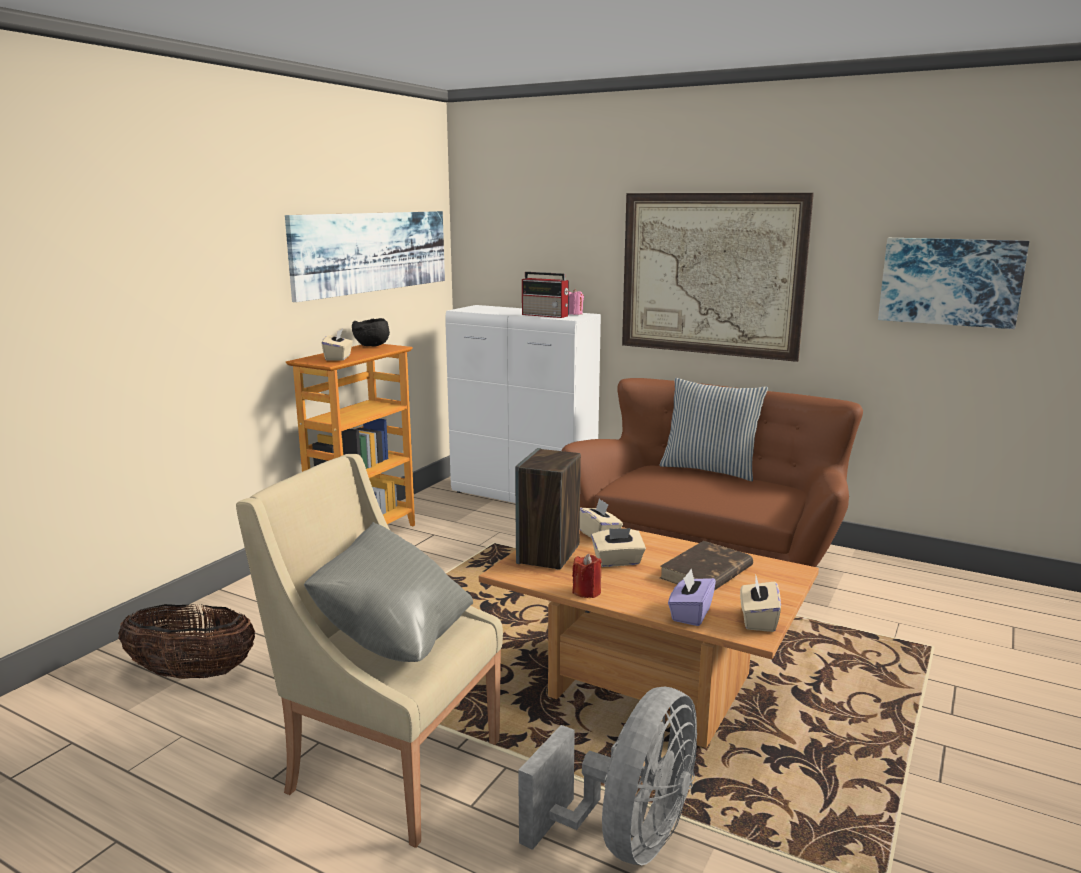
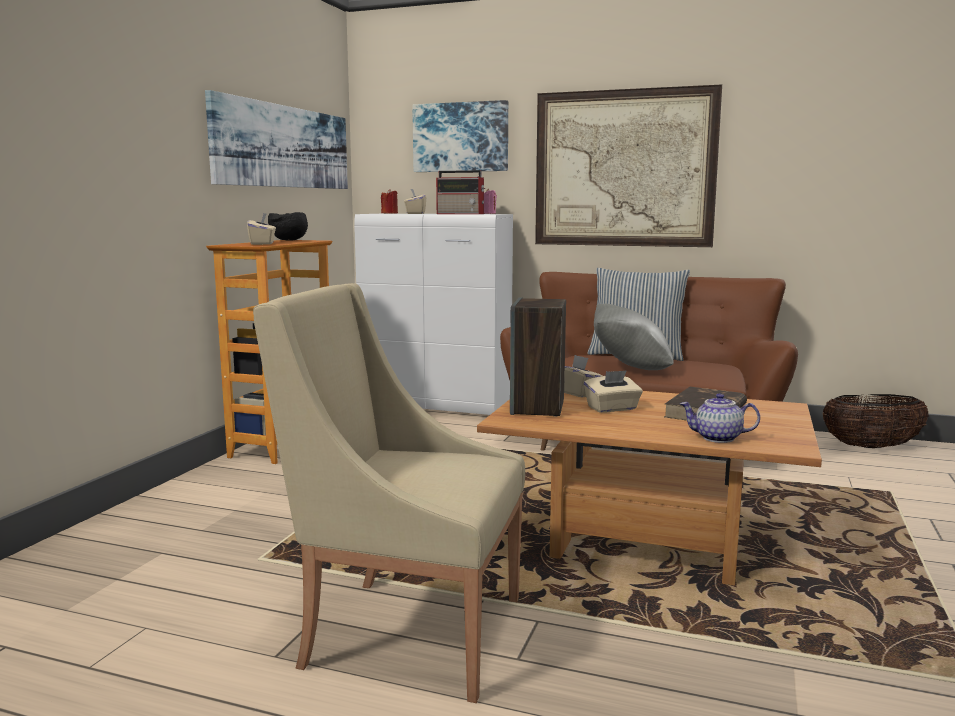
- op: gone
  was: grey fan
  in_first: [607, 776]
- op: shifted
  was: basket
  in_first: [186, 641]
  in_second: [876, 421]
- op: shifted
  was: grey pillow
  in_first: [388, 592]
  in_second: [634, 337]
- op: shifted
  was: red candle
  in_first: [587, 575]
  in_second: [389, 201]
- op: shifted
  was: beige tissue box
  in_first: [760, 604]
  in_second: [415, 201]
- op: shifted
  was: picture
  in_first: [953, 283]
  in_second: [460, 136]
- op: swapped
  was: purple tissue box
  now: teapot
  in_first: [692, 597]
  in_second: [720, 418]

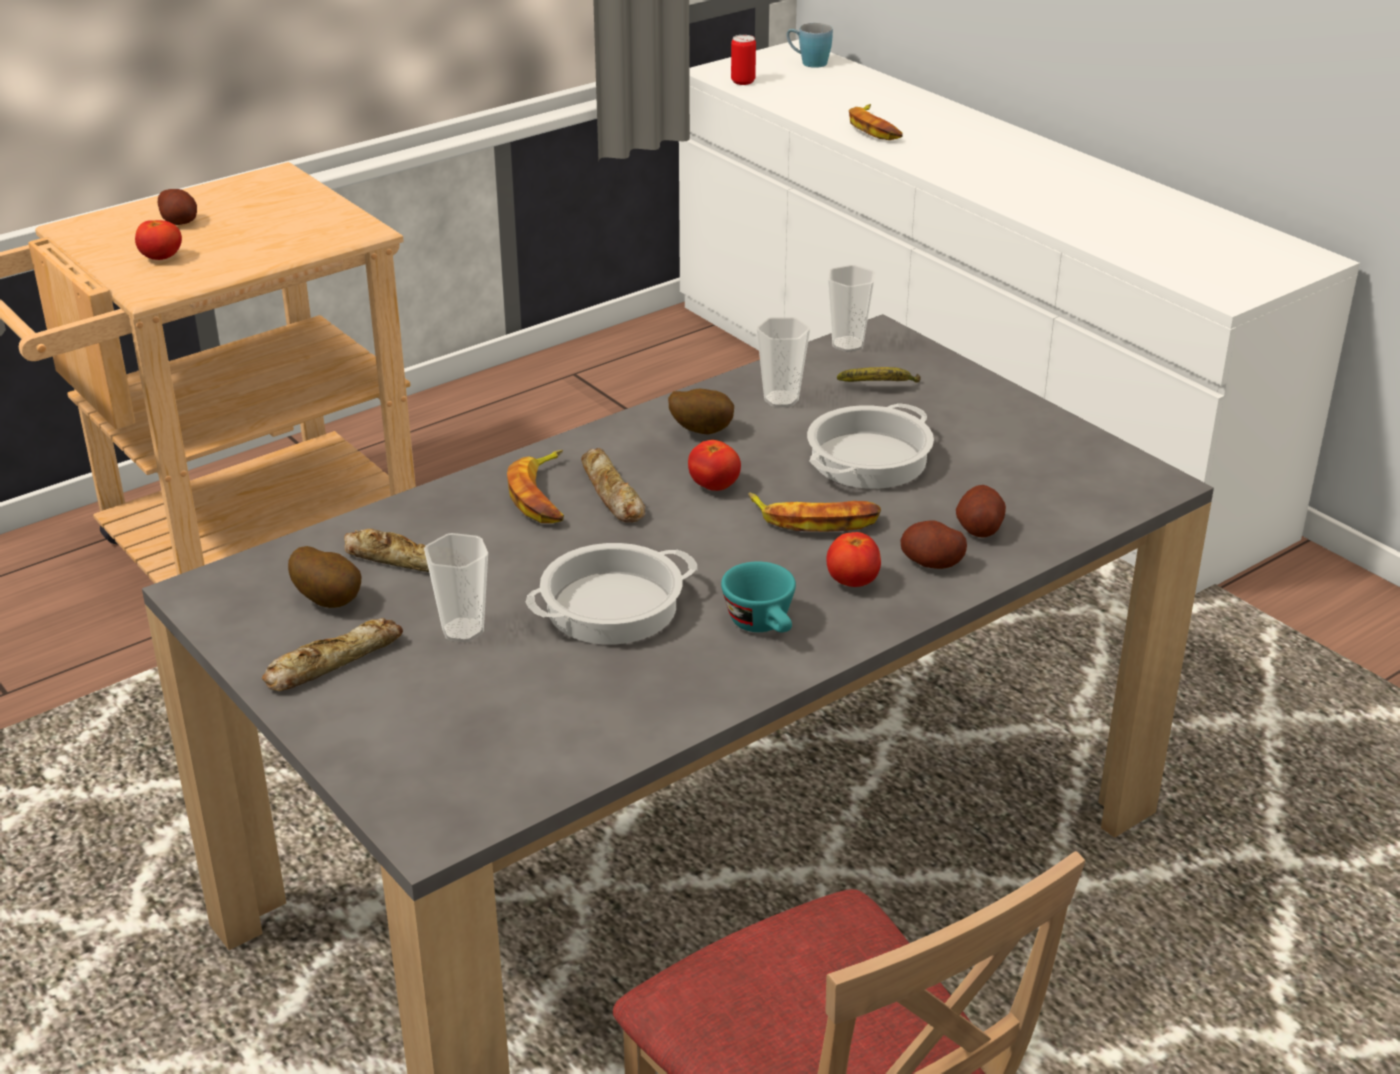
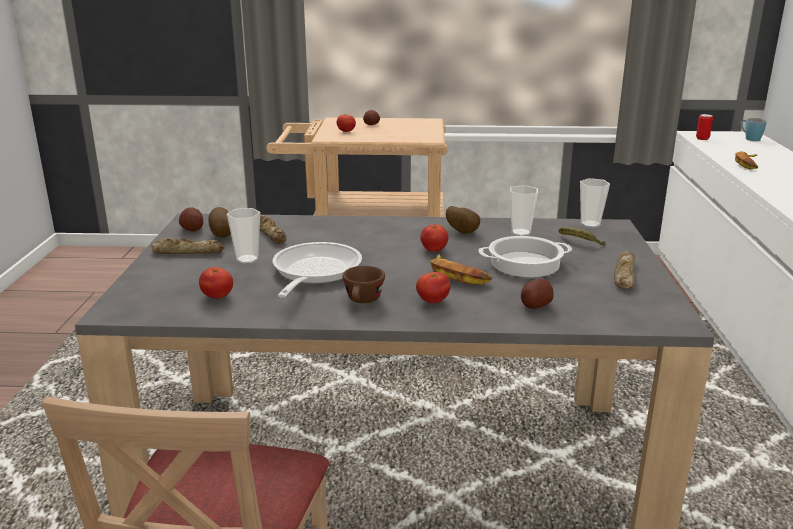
- op: gone
  was: banana
  in_first: [535, 486]
- op: new
  now: tomato
  in_second: [216, 283]
- op: shifted
  was: bread
  in_first: [613, 485]
  in_second: [624, 270]
- op: shifted
  was: potato
  in_first: [934, 545]
  in_second: [191, 219]
- op: swapped
  was: cooking pot
  now: frying pan
  in_first: [611, 594]
  in_second: [317, 270]
- op: repainted
  was: turquoise cup
  now: brown cup
  in_first: [758, 597]
  in_second: [363, 284]

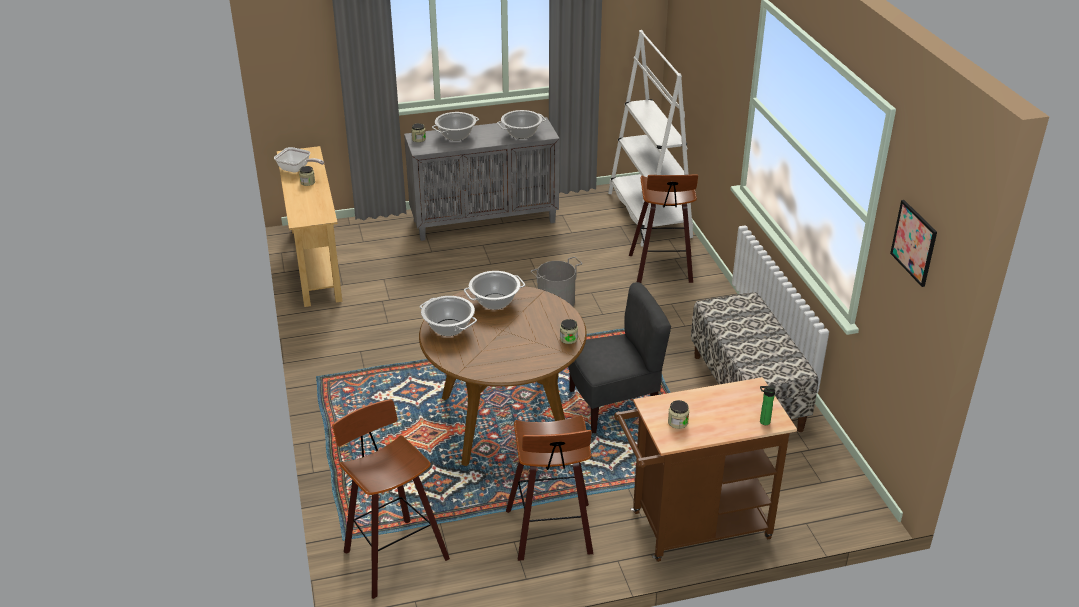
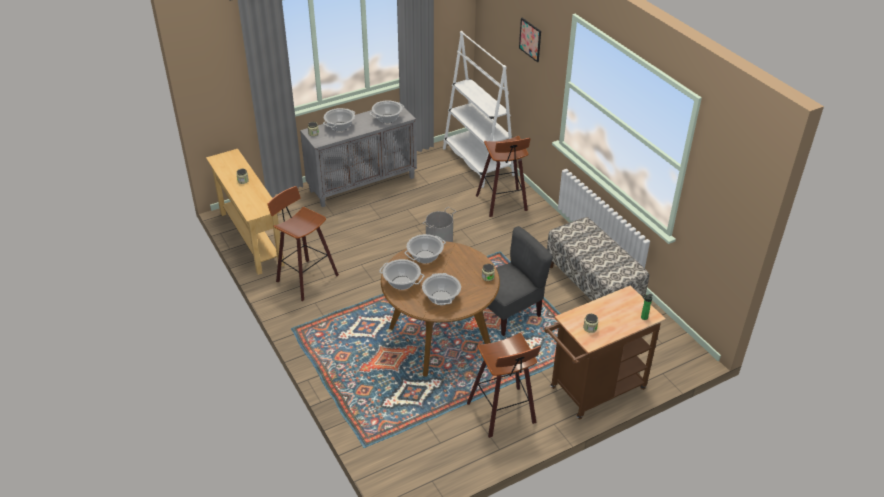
- op: gone
  was: frying pan
  in_first: [299, 160]
- op: new
  now: cooking pot
  in_second: [441, 289]
- op: shifted
  was: stool
  in_first: [391, 499]
  in_second: [303, 243]
- op: shifted
  was: picture
  in_first: [913, 243]
  in_second: [530, 40]

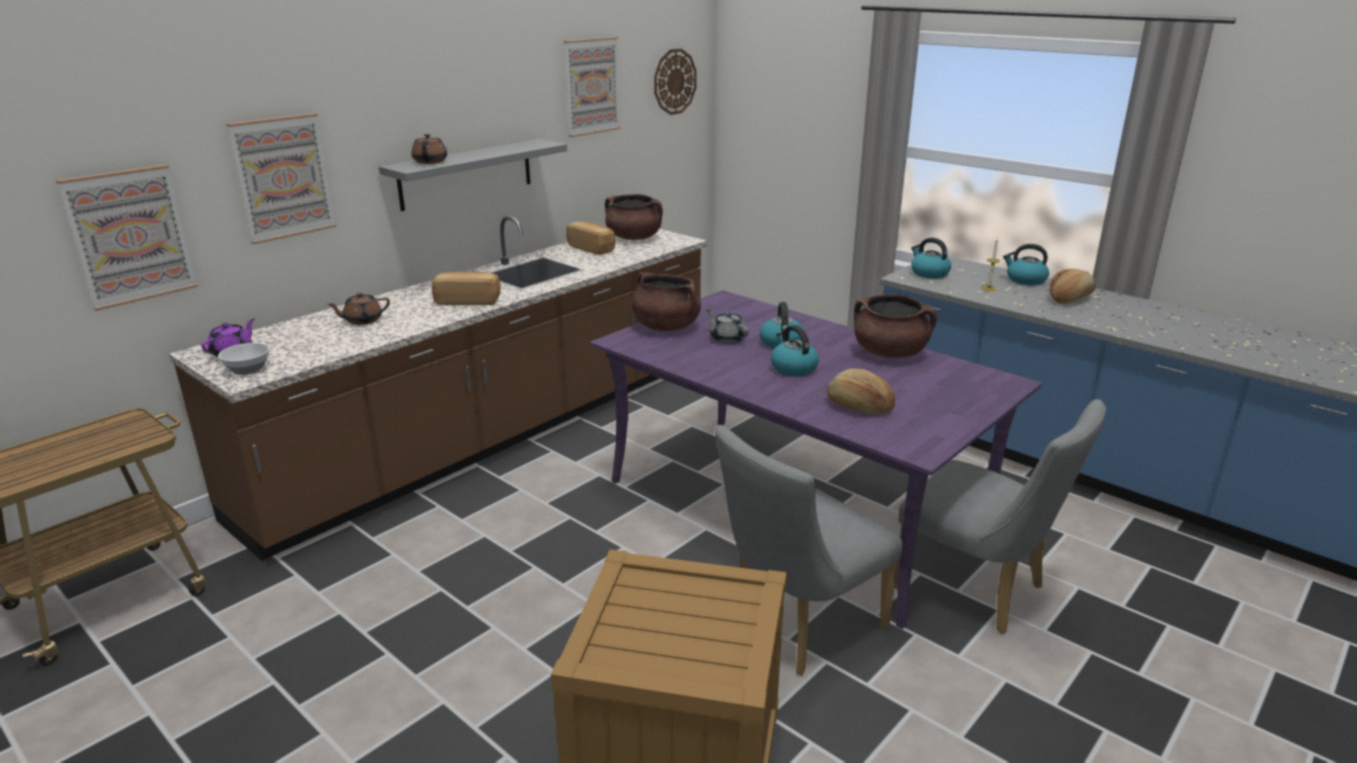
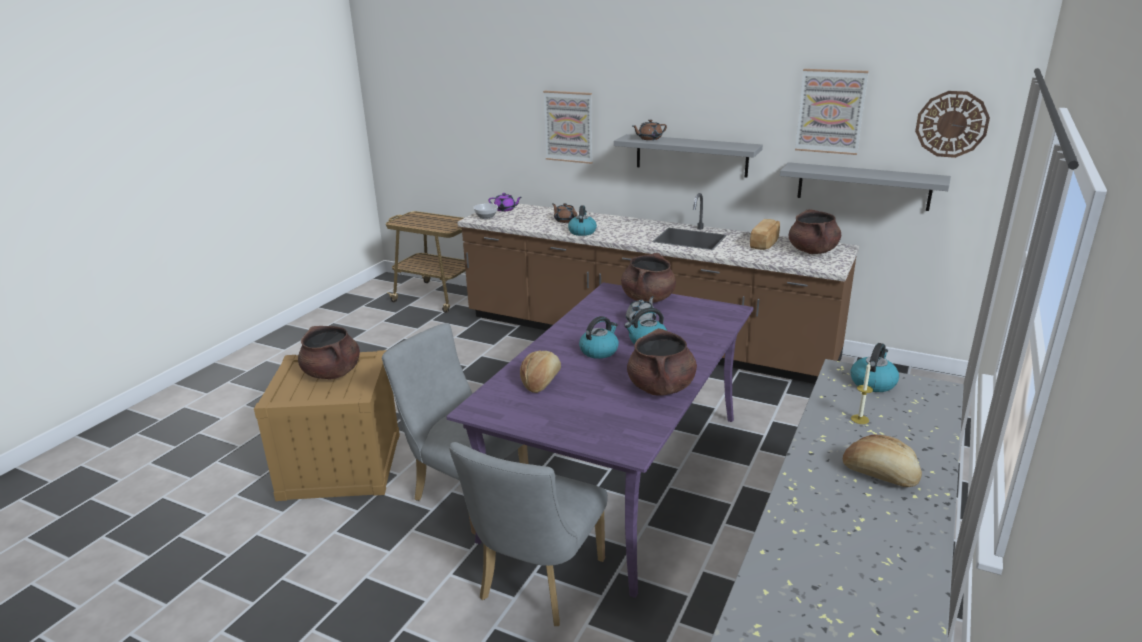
- op: gone
  was: picture
  in_first: [127, 237]
- op: gone
  was: bread
  in_first: [466, 288]
- op: new
  now: brown cooking pot
  in_second: [329, 353]
- op: new
  now: grey shelf
  in_second: [865, 186]
- op: shifted
  was: kettle
  in_first: [1026, 264]
  in_second: [582, 220]

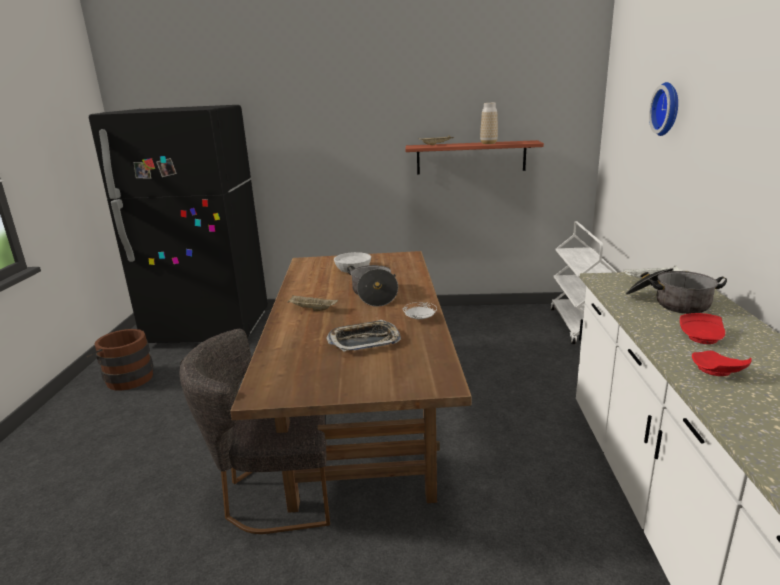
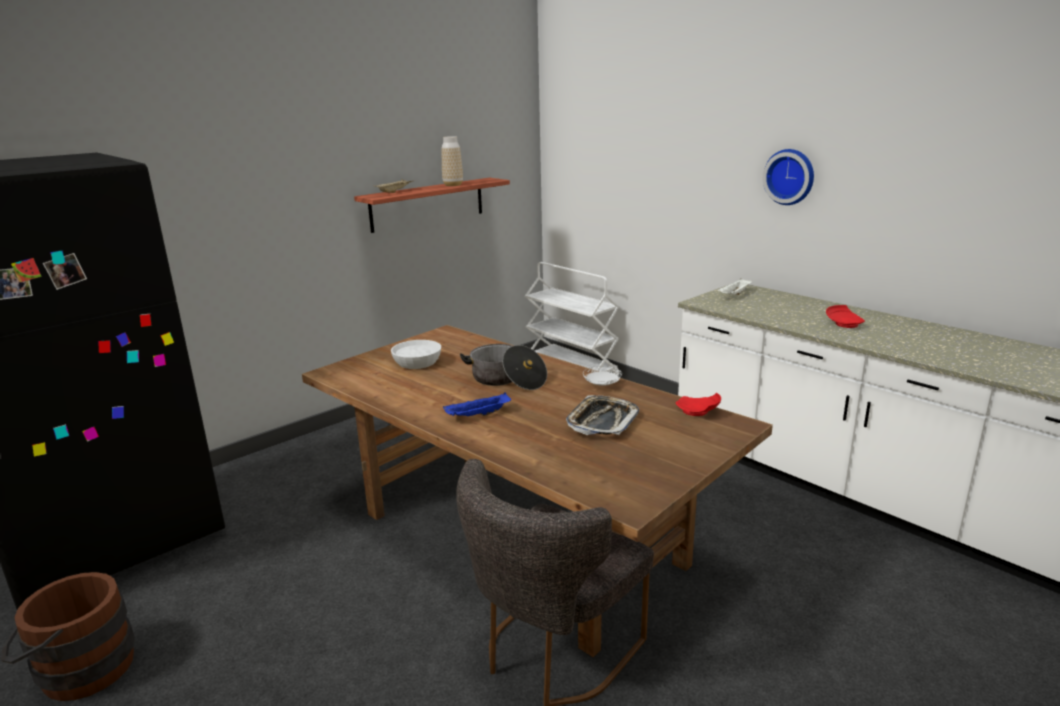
- op: gone
  was: cooking pot
  in_first: [676, 291]
- op: shifted
  was: wall clock
  in_first: [663, 109]
  in_second: [788, 177]
- op: shifted
  was: red plate
  in_first: [722, 363]
  in_second: [698, 404]
- op: repainted
  was: beige tray
  now: blue tray
  in_first: [312, 303]
  in_second: [477, 404]

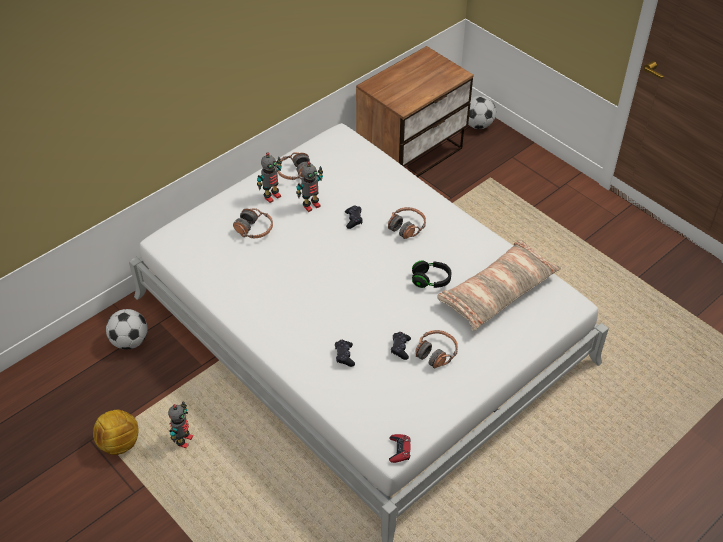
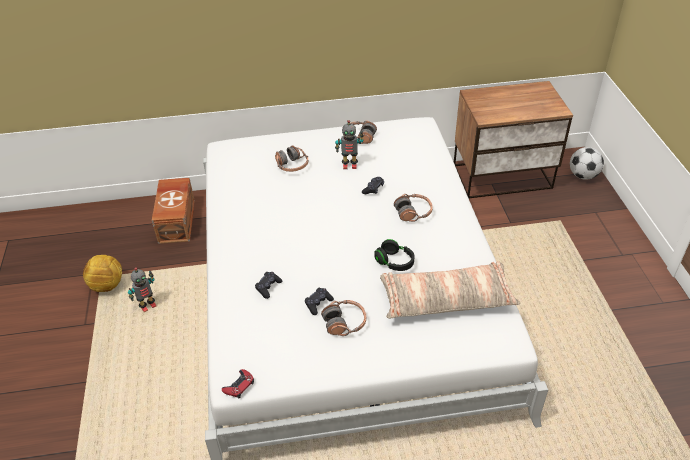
- op: gone
  was: toy robot
  in_first: [269, 177]
- op: swapped
  was: football
  now: brown storage box
  in_first: [127, 329]
  in_second: [173, 211]

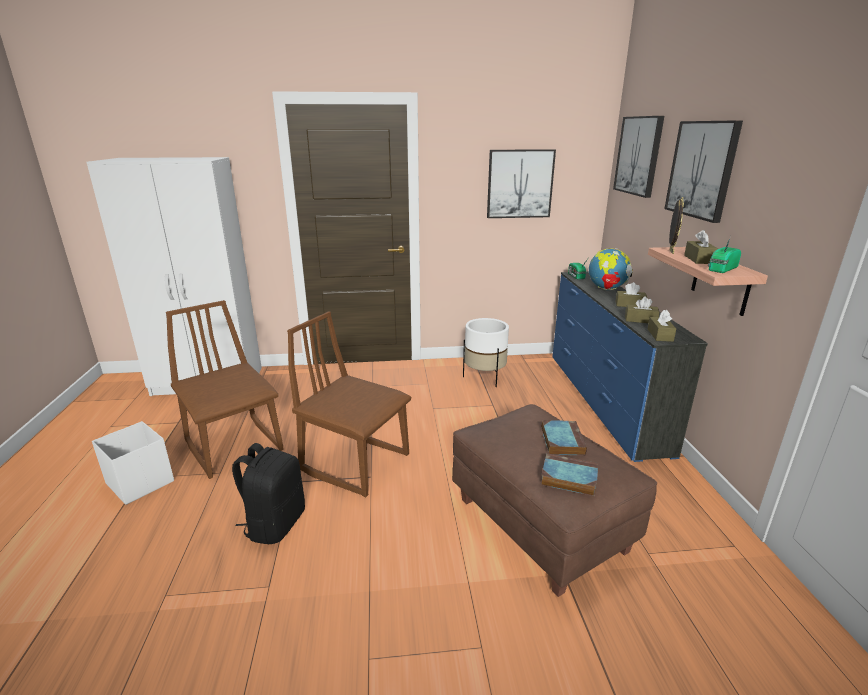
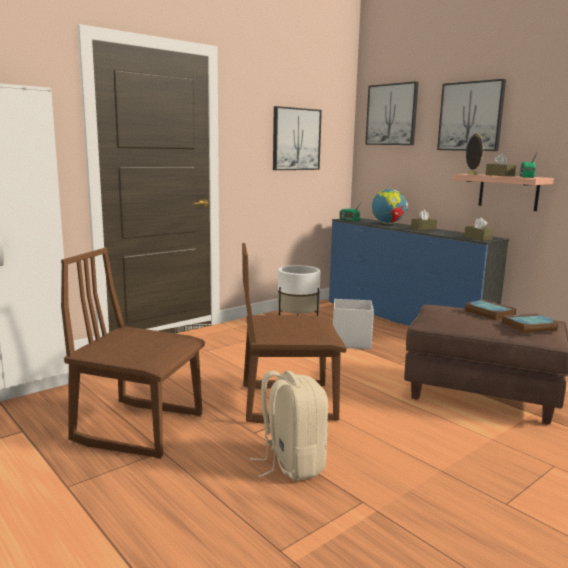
- op: gone
  was: brown tissue box
  in_first: [642, 310]
- op: shifted
  was: white storage box
  in_first: [133, 463]
  in_second: [353, 324]
- op: repainted
  was: black backpack
  now: beige backpack
  in_first: [268, 493]
  in_second: [289, 426]

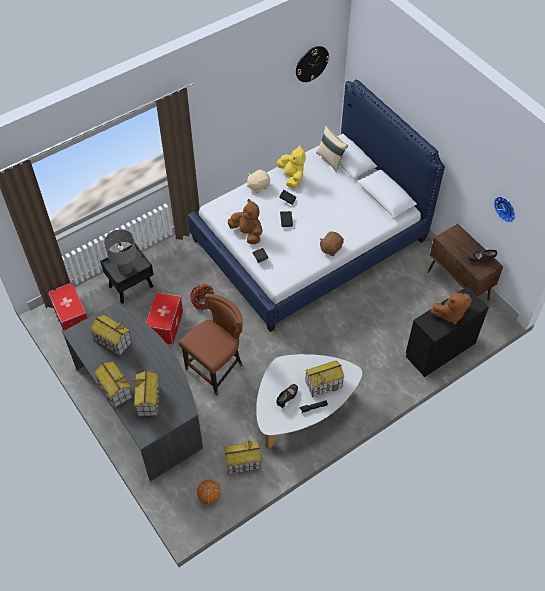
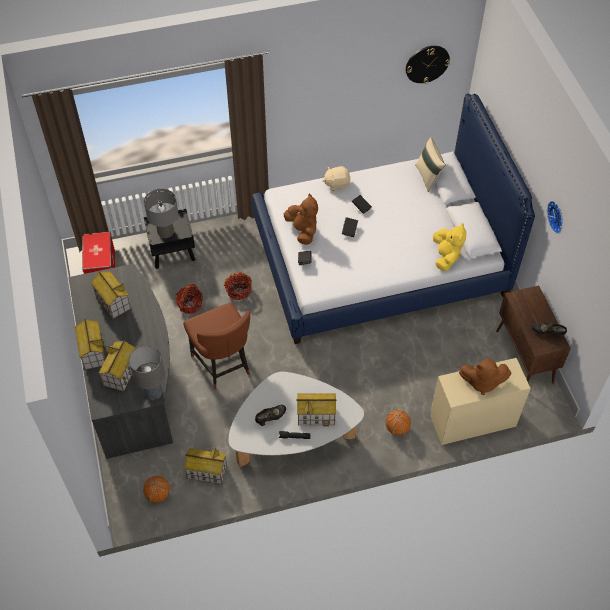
- op: gone
  was: brown plush toy
  in_first: [332, 243]
- op: new
  now: grey table lamp
  in_second: [147, 372]
- op: new
  now: basketball
  in_second: [398, 422]
- op: shifted
  was: yellow plush toy
  in_first: [291, 167]
  in_second: [449, 247]
- op: shifted
  was: wall clock
  in_first: [504, 209]
  in_second: [555, 217]
- op: swapped
  was: storage box
  now: basket
  in_first: [164, 318]
  in_second: [189, 299]
- op: repainted
  was: black dresser
  now: beige dresser
  in_first: [447, 331]
  in_second: [480, 401]
- op: rotated
  was: brown chair
  in_first: [211, 344]
  in_second: [216, 345]
  clockwise: 90

